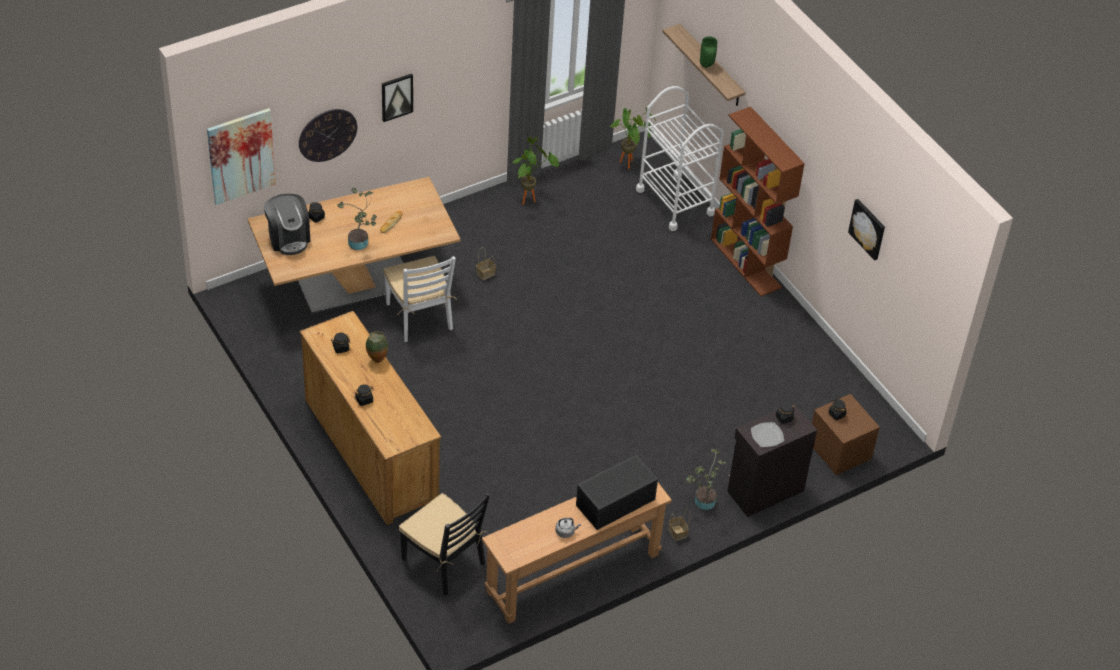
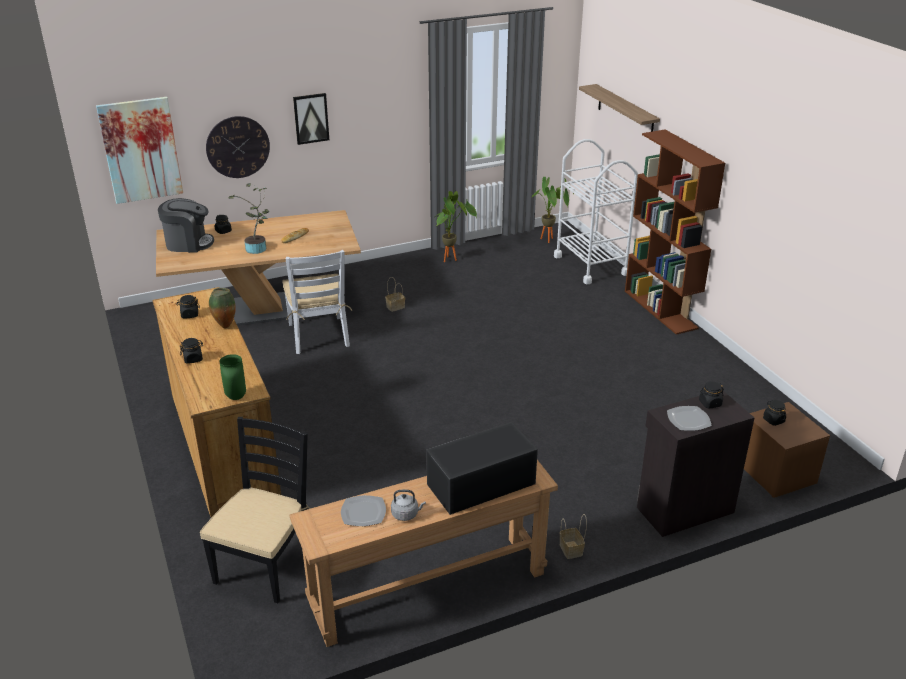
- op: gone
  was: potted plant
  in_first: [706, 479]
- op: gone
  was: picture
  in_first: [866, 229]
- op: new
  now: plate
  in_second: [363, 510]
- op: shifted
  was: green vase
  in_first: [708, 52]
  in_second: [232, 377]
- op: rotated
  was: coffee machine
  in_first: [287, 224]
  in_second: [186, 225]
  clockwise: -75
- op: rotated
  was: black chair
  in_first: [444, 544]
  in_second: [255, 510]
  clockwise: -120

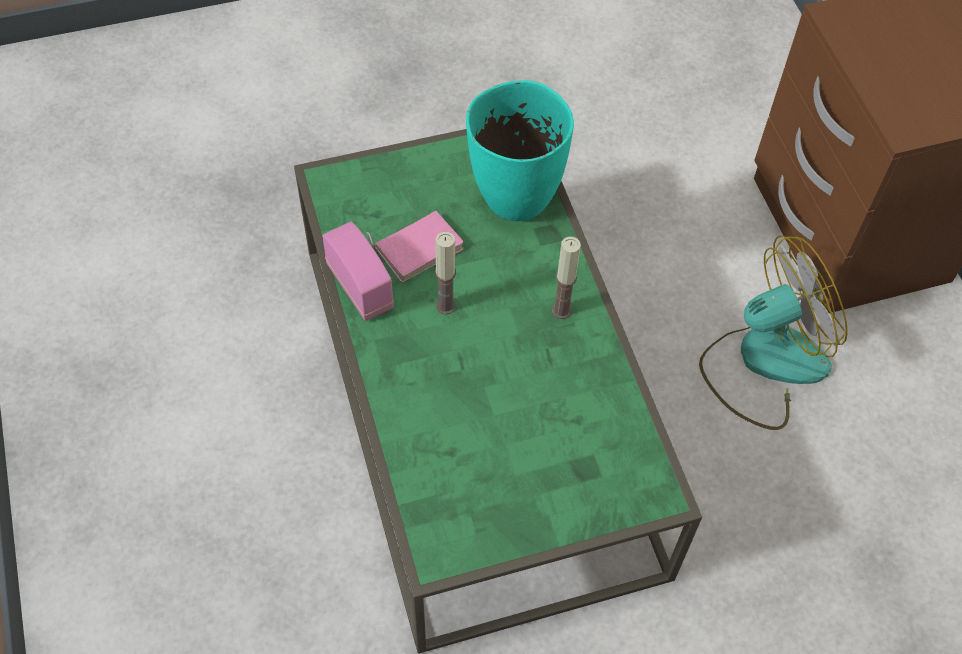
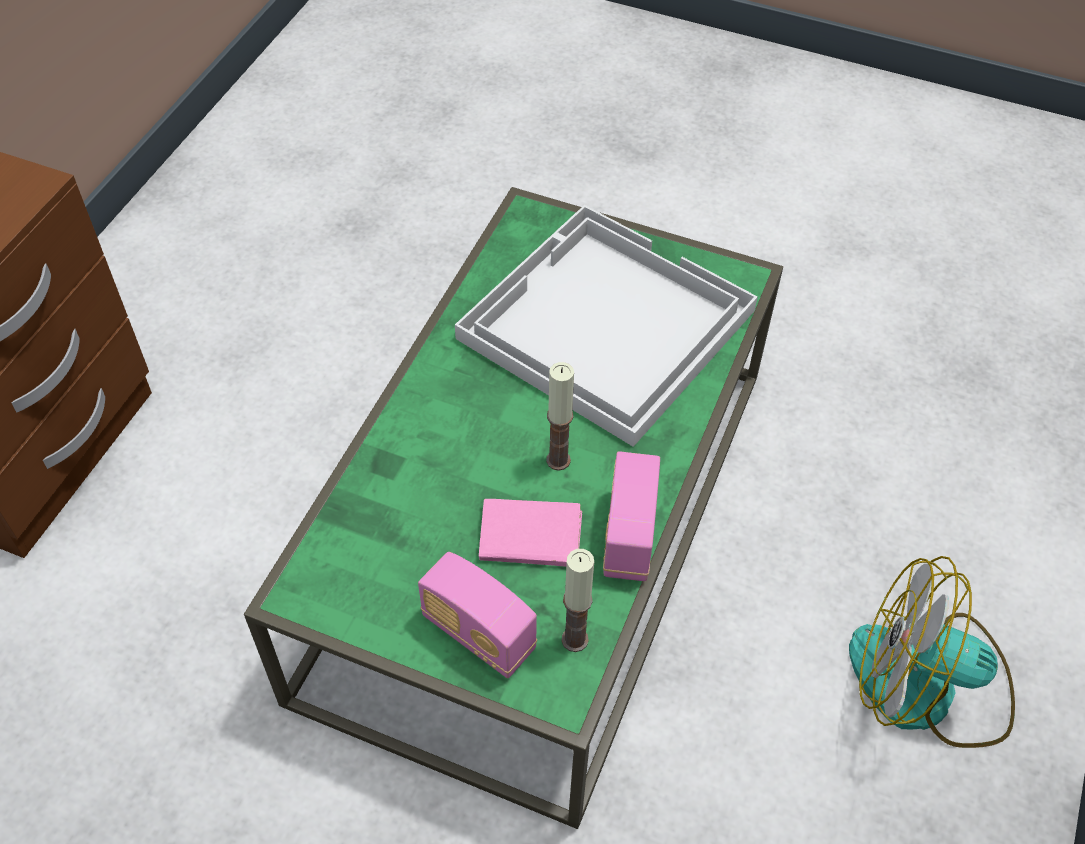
- op: gone
  was: turquoise vase
  in_first: [520, 150]
- op: new
  now: radio
  in_second: [477, 615]
- op: new
  now: white tray
  in_second: [606, 326]
- op: shifted
  was: candle
  in_first: [566, 278]
  in_second: [578, 600]
- op: shifted
  was: fan
  in_first: [773, 332]
  in_second: [932, 652]

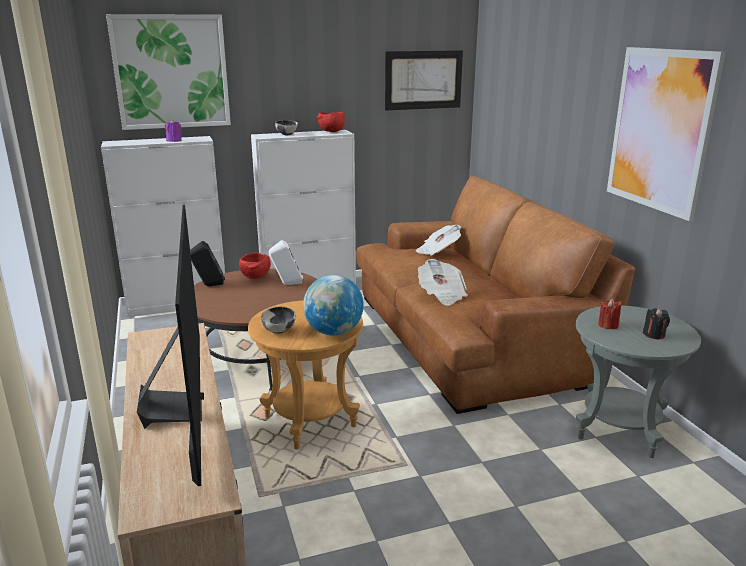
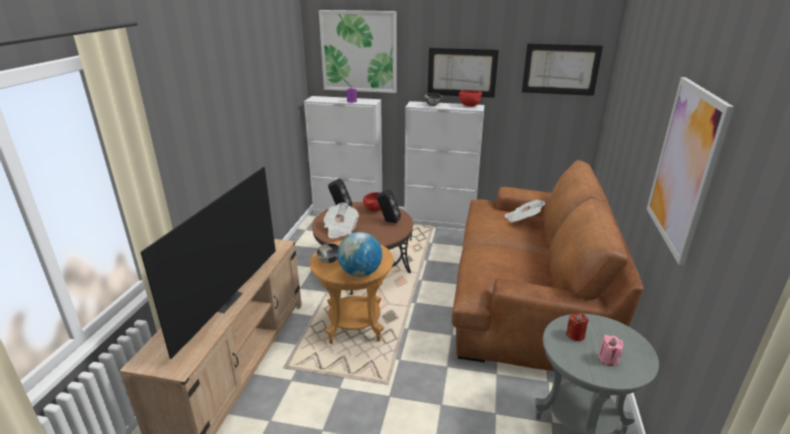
- op: new
  now: picture
  in_second: [463, 73]
- op: shifted
  was: newspaper
  in_first: [443, 282]
  in_second: [341, 220]
- op: repainted
  was: white speaker
  now: black speaker
  in_first: [286, 262]
  in_second: [389, 206]
- op: repainted
  was: black candle
  now: pink candle
  in_first: [656, 323]
  in_second: [611, 350]

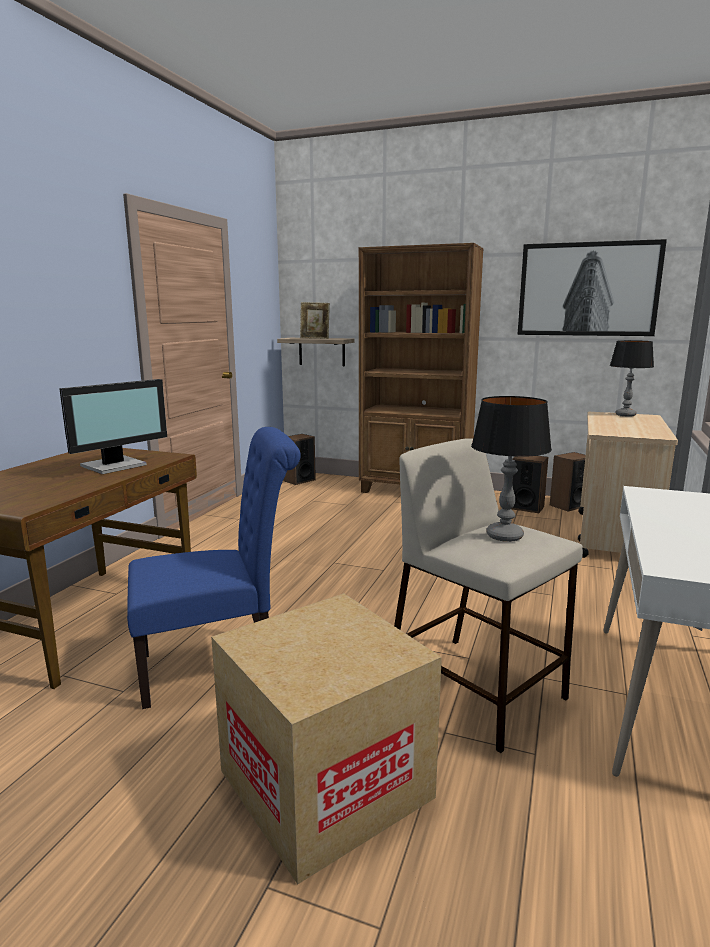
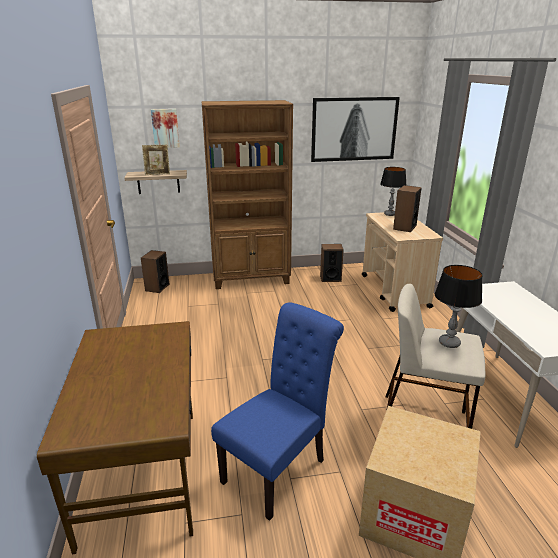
- op: gone
  was: monitor
  in_first: [113, 426]
- op: new
  now: picture
  in_second: [165, 128]
- op: shifted
  was: speaker
  in_first: [567, 482]
  in_second: [407, 208]

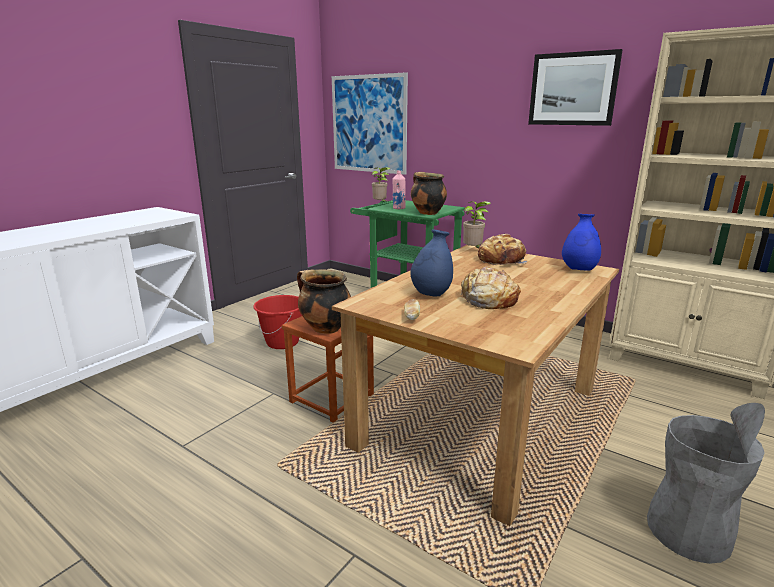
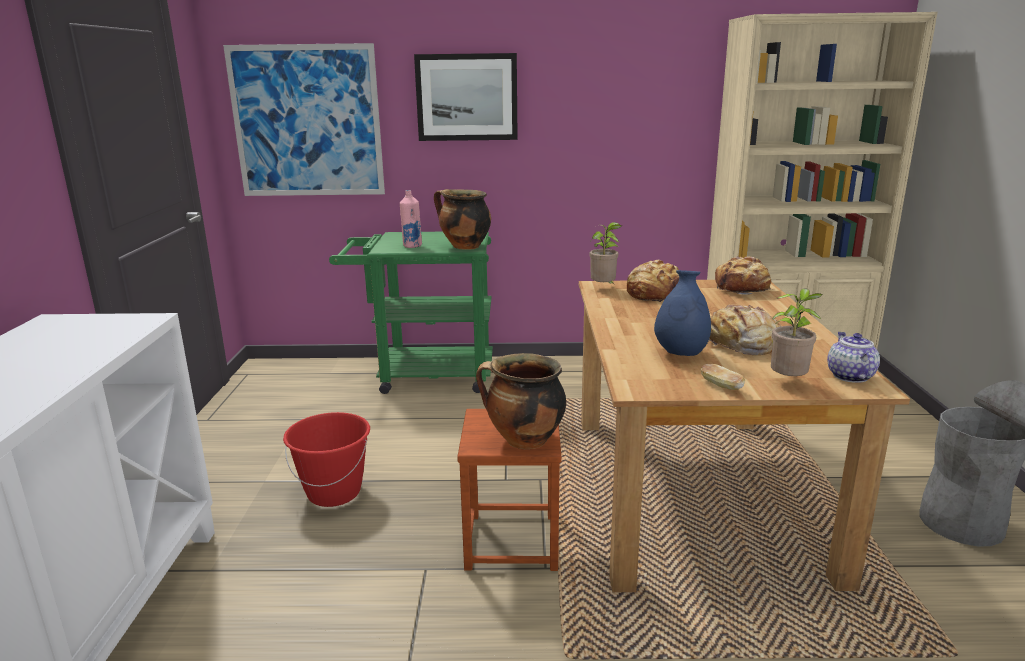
- op: new
  now: teapot
  in_second: [853, 357]
- op: shifted
  was: potted plant
  in_first: [381, 185]
  in_second: [797, 332]
- op: shifted
  was: picture
  in_first: [575, 87]
  in_second: [466, 97]
- op: swapped
  was: blue vase
  now: bread
  in_first: [581, 242]
  in_second: [743, 275]

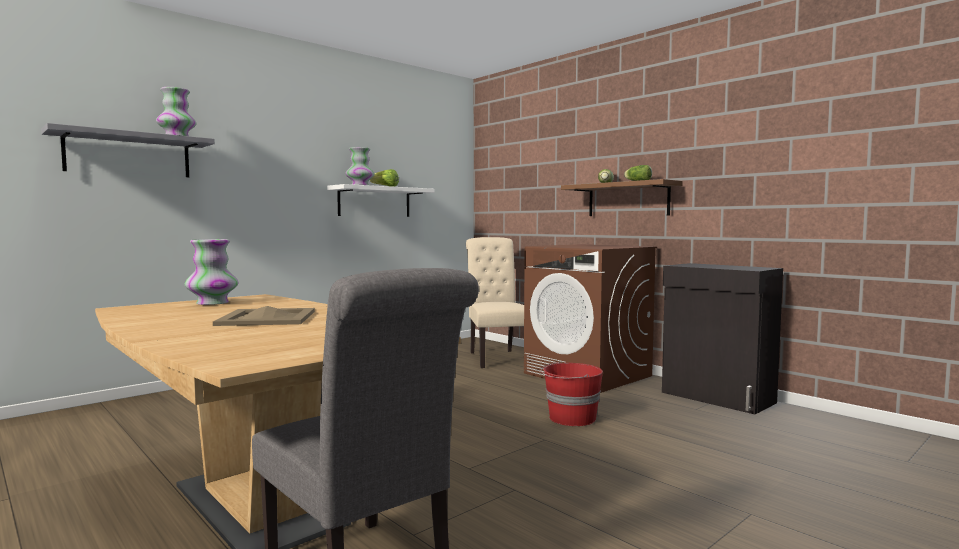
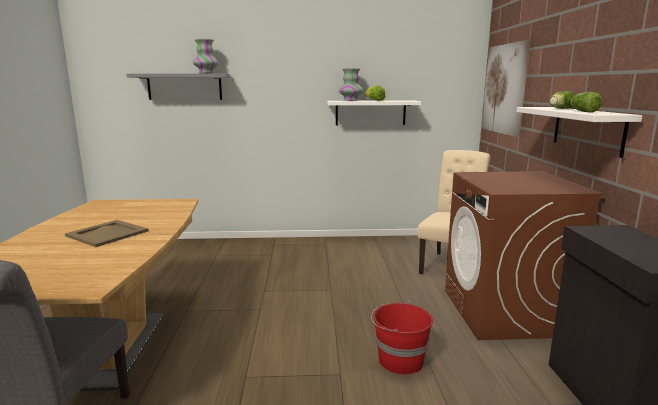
- op: gone
  was: vase
  in_first: [211, 272]
- op: new
  now: picture
  in_second: [506, 88]
- op: repainted
  was: brown shelf
  now: white shelf
  in_first: [622, 197]
  in_second: [579, 132]

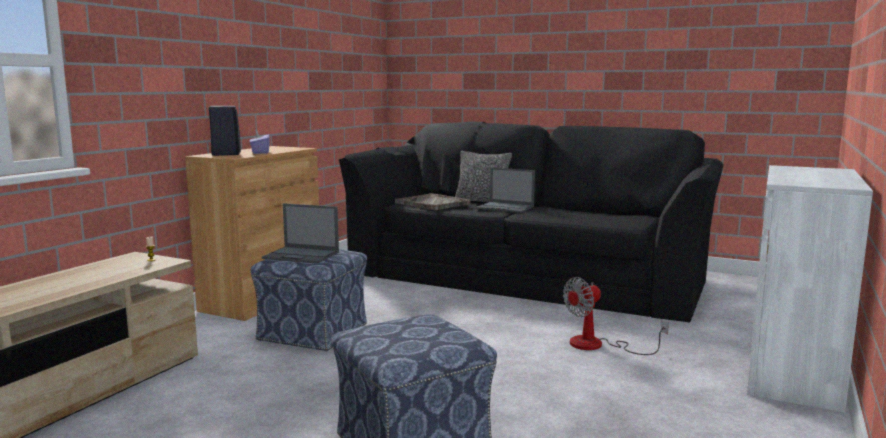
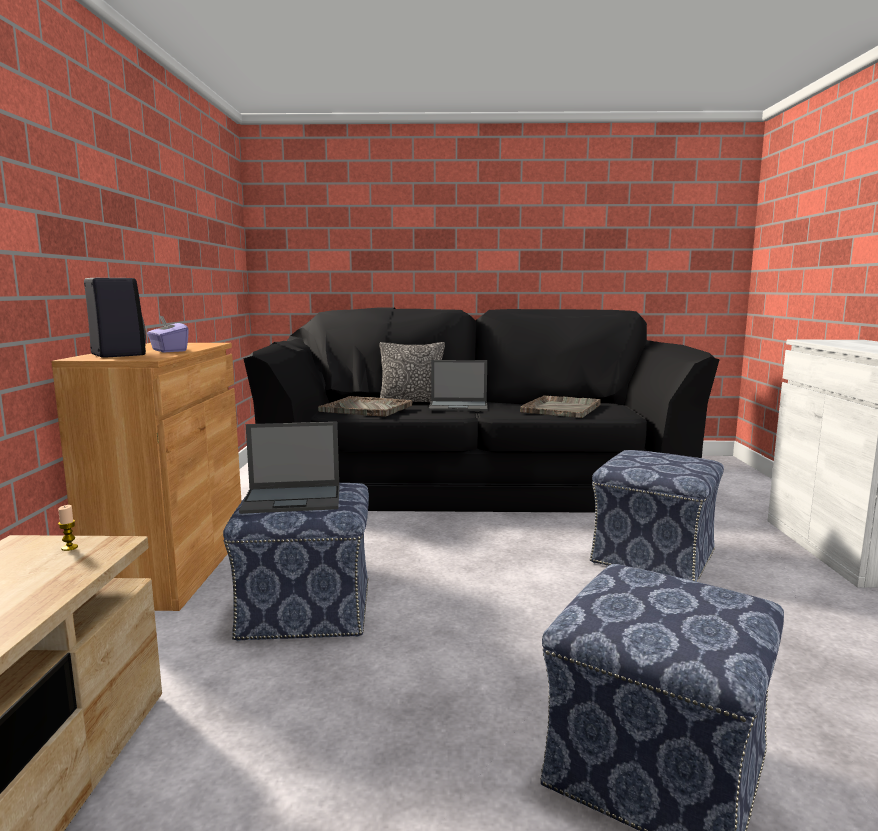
- op: new
  now: grey tray
  in_second: [560, 406]
- op: swapped
  was: fan
  now: ottoman
  in_first: [616, 316]
  in_second: [657, 516]

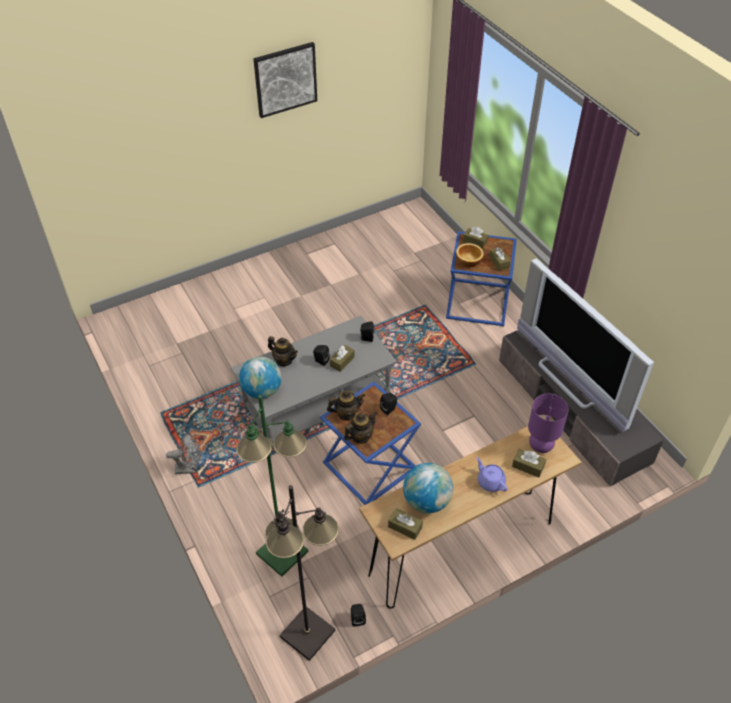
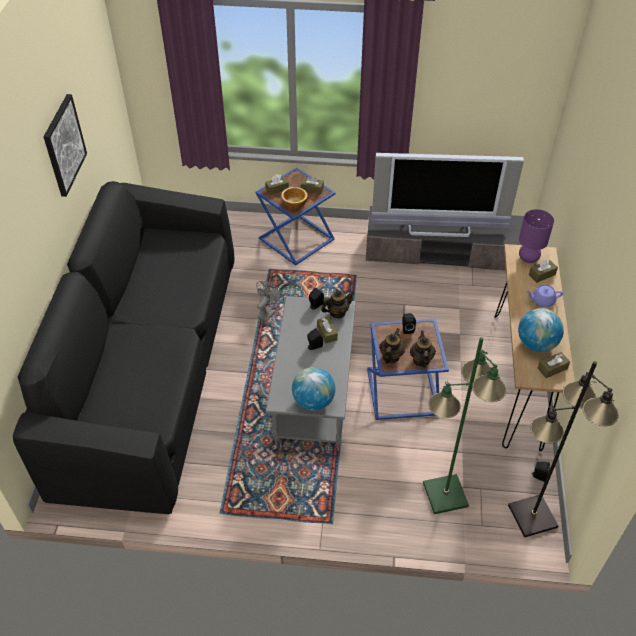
- op: new
  now: black sofa
  in_second: [123, 347]
- op: shifted
  was: grey fan
  in_first: [183, 453]
  in_second: [270, 301]
- op: shifted
  was: teapot
  in_first: [283, 351]
  in_second: [338, 304]

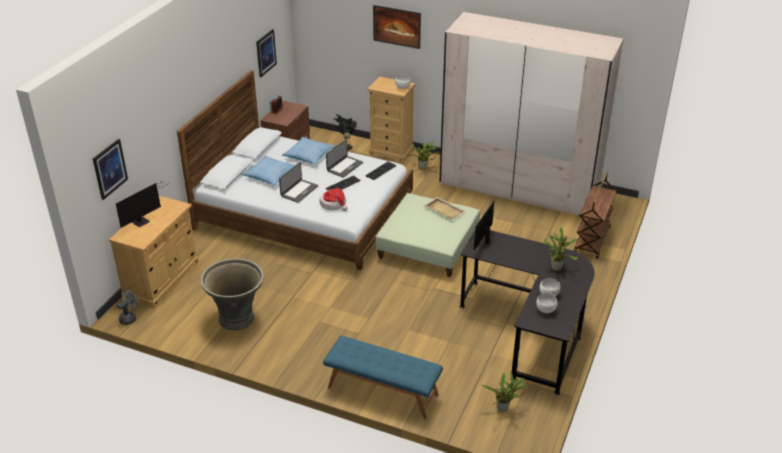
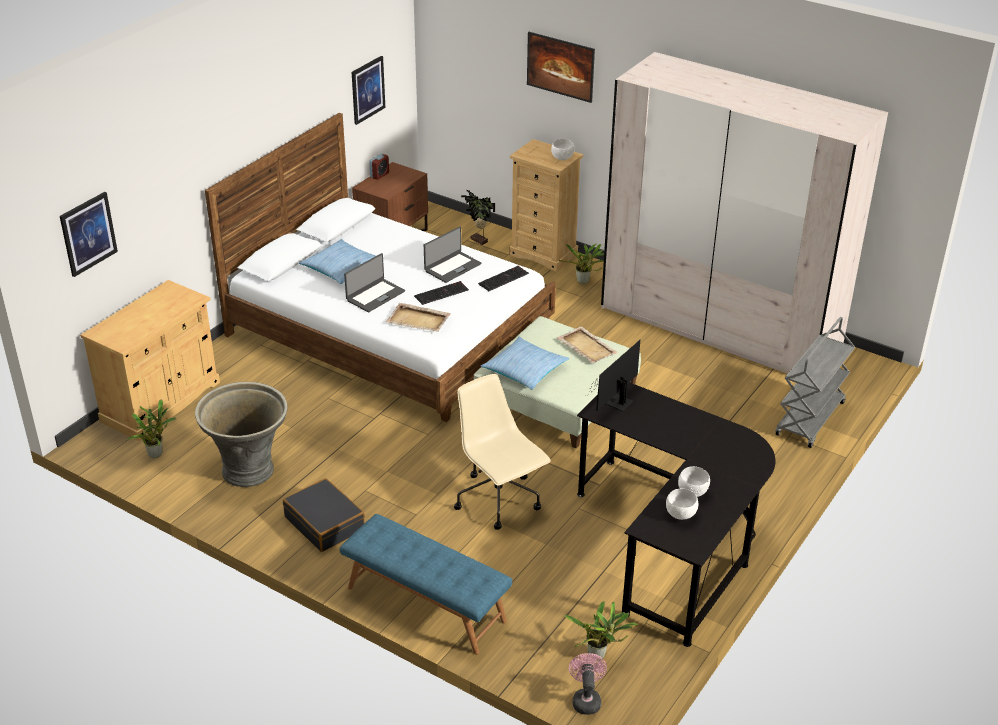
- op: gone
  was: monitor
  in_first: [140, 205]
- op: gone
  was: grey fan
  in_first: [128, 307]
- op: new
  now: black suitcase
  in_second: [324, 515]
- op: new
  now: beige office chair
  in_second: [502, 452]
- op: new
  now: pink fan
  in_second: [588, 684]
- op: shifted
  was: pillow
  in_first: [308, 151]
  in_second: [525, 363]
- op: shifted
  was: potted plant
  in_first: [561, 249]
  in_second: [151, 428]
- op: swapped
  was: hat
  now: beige tray
  in_first: [334, 199]
  in_second: [418, 317]
- op: repainted
  was: brown cart
  now: grey cart
  in_first: [595, 215]
  in_second: [815, 382]

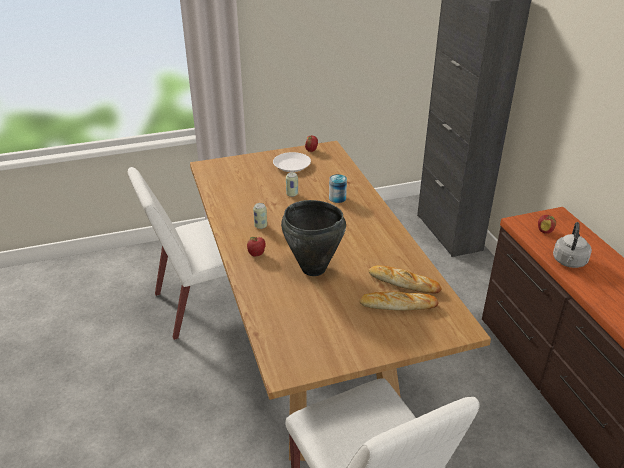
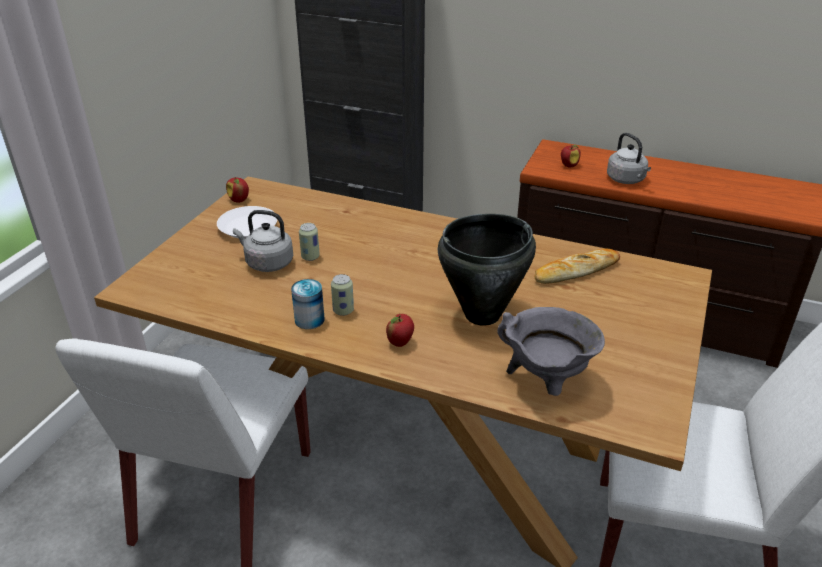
- op: gone
  was: bread
  in_first: [398, 301]
- op: new
  now: grey kettle
  in_second: [263, 241]
- op: new
  now: grey cooking pot
  in_second: [551, 351]
- op: shifted
  was: can
  in_first: [338, 188]
  in_second: [308, 304]

